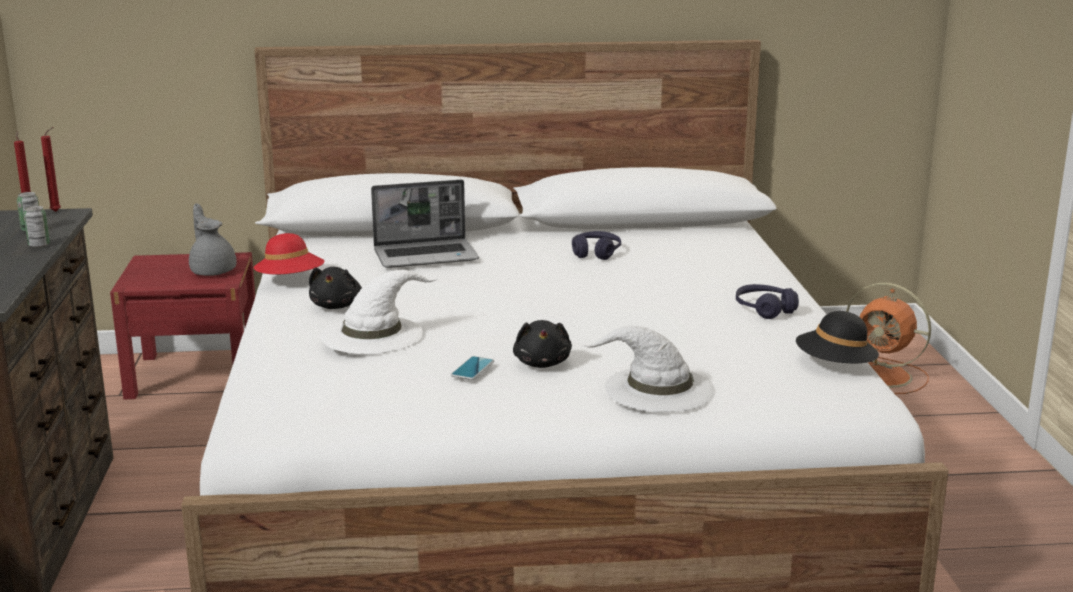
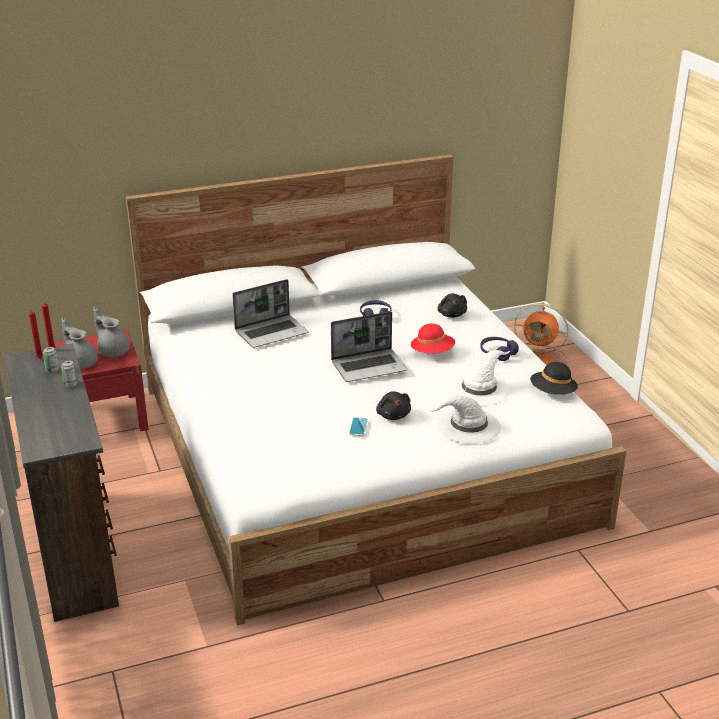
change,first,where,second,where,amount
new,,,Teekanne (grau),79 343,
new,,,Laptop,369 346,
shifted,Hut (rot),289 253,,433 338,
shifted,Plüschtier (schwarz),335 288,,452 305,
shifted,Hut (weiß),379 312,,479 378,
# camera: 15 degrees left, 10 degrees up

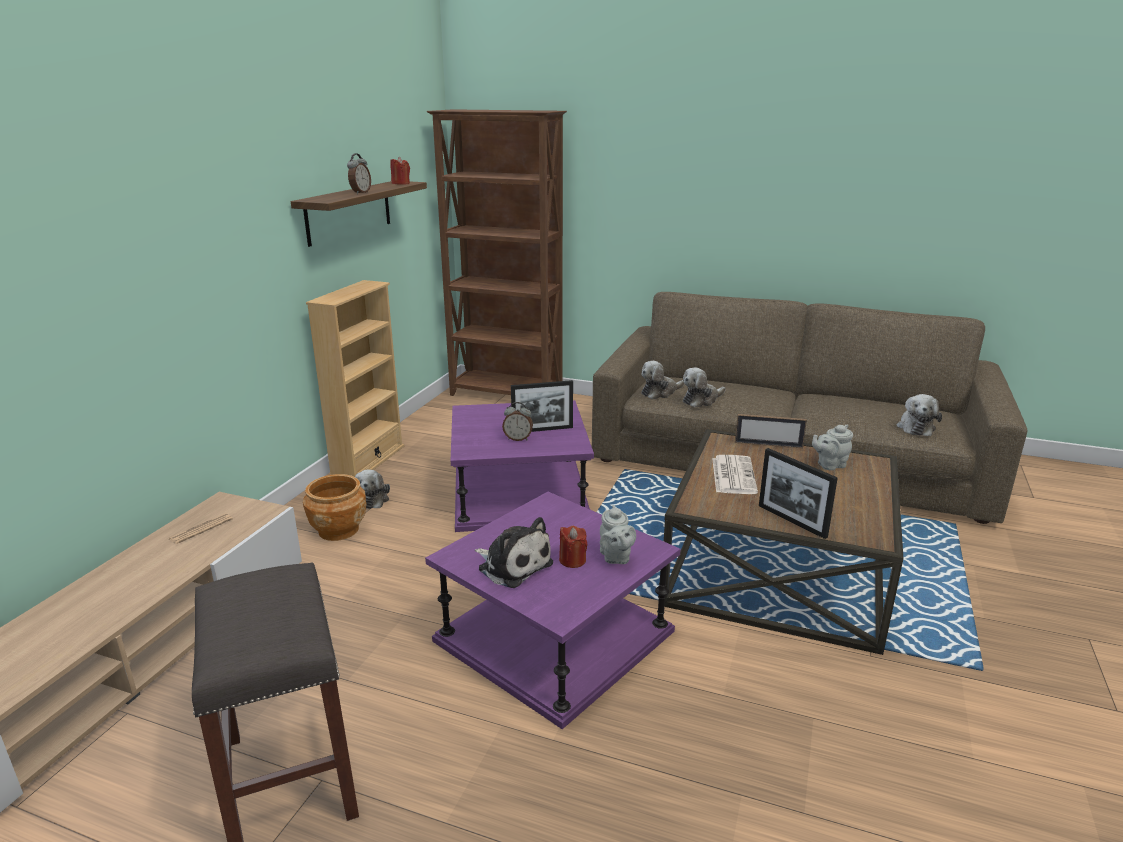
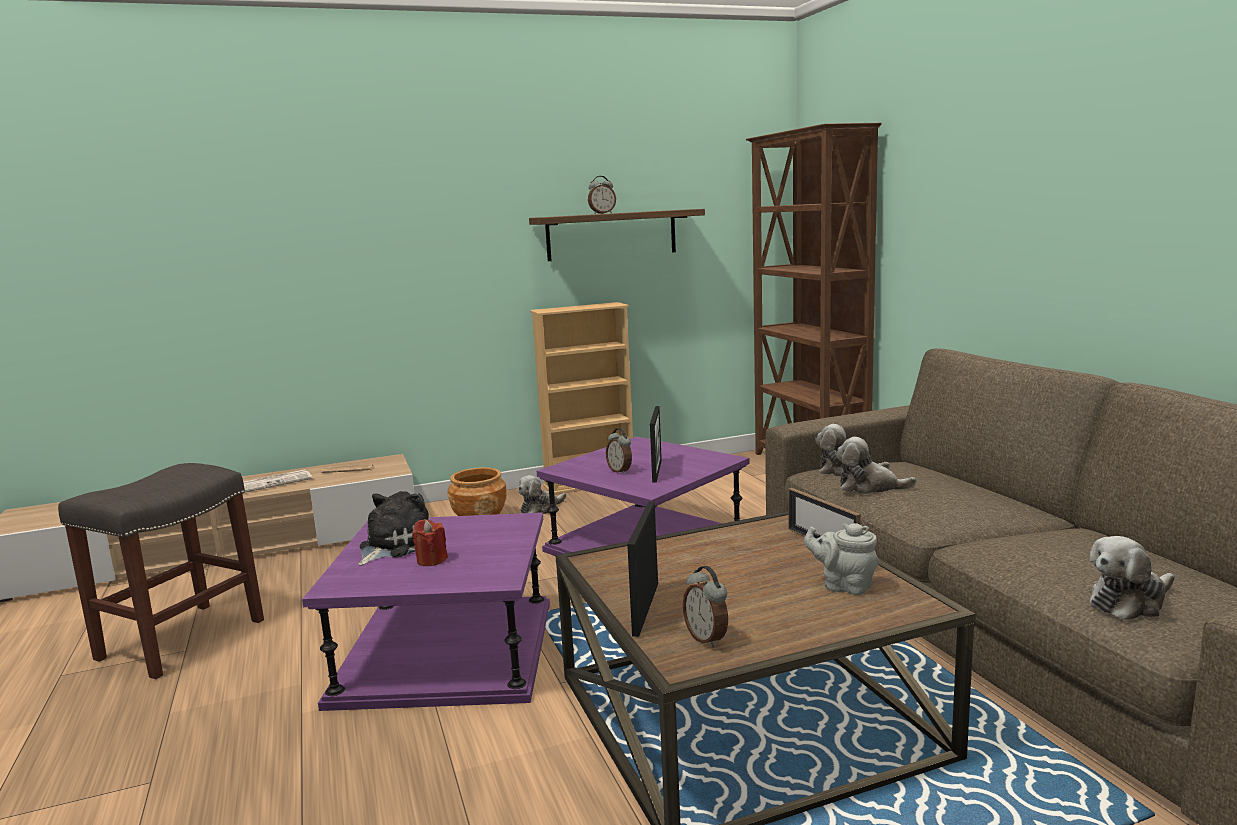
change,first,where,second,where,amount
gone,Kerze (rot),400 171,,,
gone,Teekanne (grau),618 534,,,
new,,,Wecker,705 607,
shifted,Zeitung,735 474,,277 480,
rotated,Plüschtier,514 552,,393 528,150 degrees counterclockwise
rotated,Bilderrahmen,542 406,,656 444,120 degrees counterclockwise
# camera: 50 degrees right, 10 degrees down

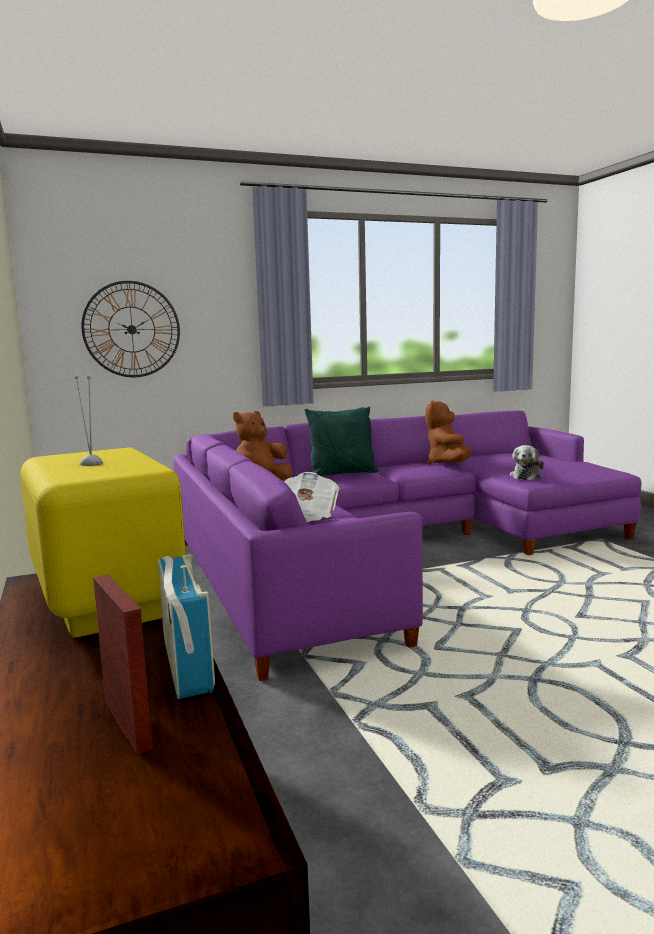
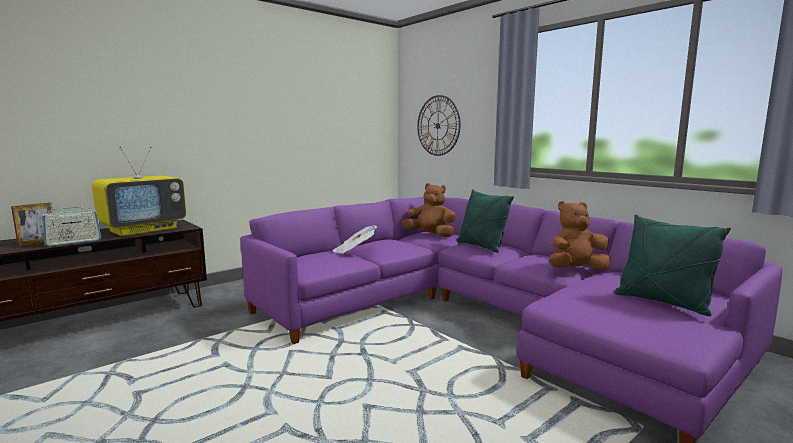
change,first,where,second,where,amount
gone,Plüschtier,527 462,,,
new,,,Kissen (grün),672 265,
# camera: 70 degrees right, 0 degrees up

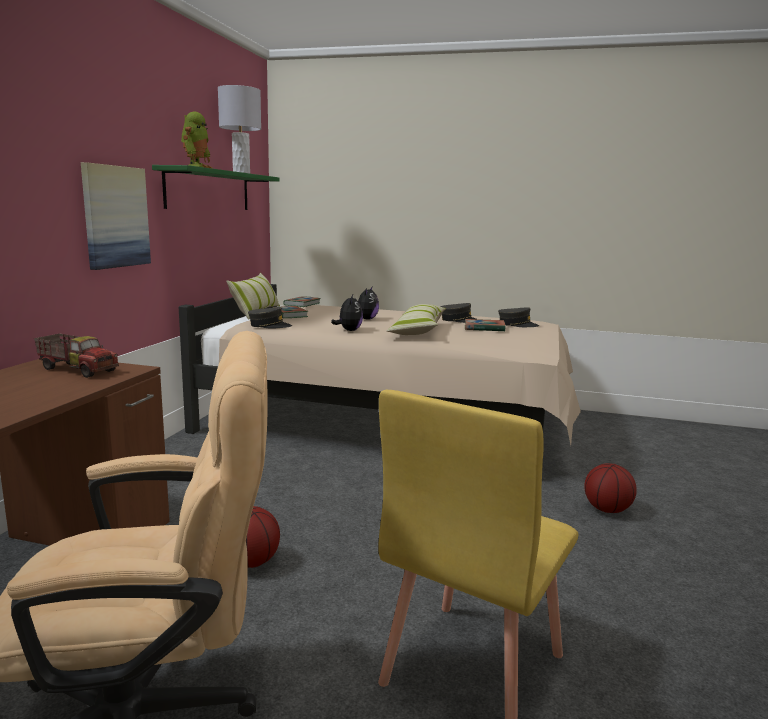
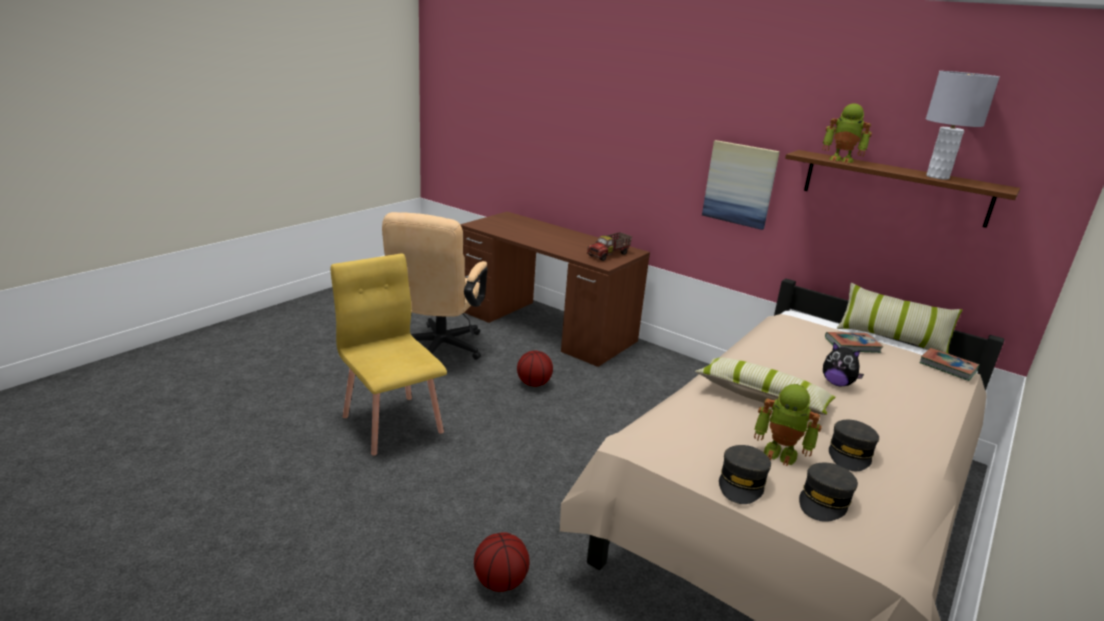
change,first,where,second,where,amount
gone,Plüschtier,347 313,,,
shifted,Kappe (grau),270 318,,745 474,
swapped,Buch,485 325,Spielzeugroboter,788 425,
repainted,Wandregal (grün),216 187,Wandregal (braun),902 189,
# camera: 110 degrees right, 10 degrees up

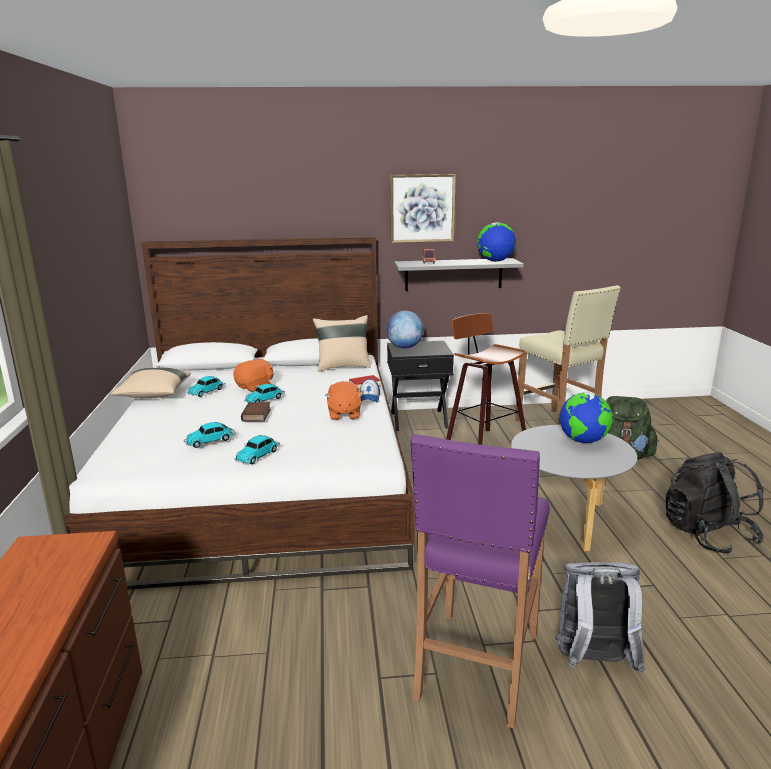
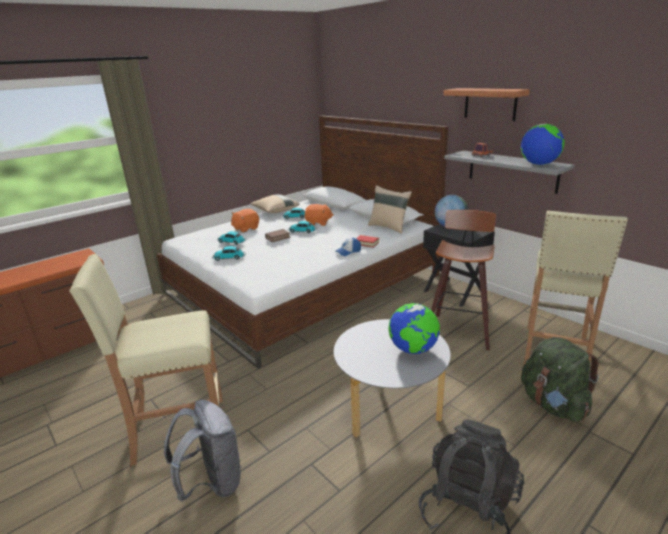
change,first,where,second,where,amount
shifted,Plüschtier (orange),344 400,,245 220,
swapped,Bild,423 208,Wandregal,486 104,
repainted,Hocker (lila),480 581,Hocker (beige),146 360,
# camera: 55 degrees right, 5 degrees up

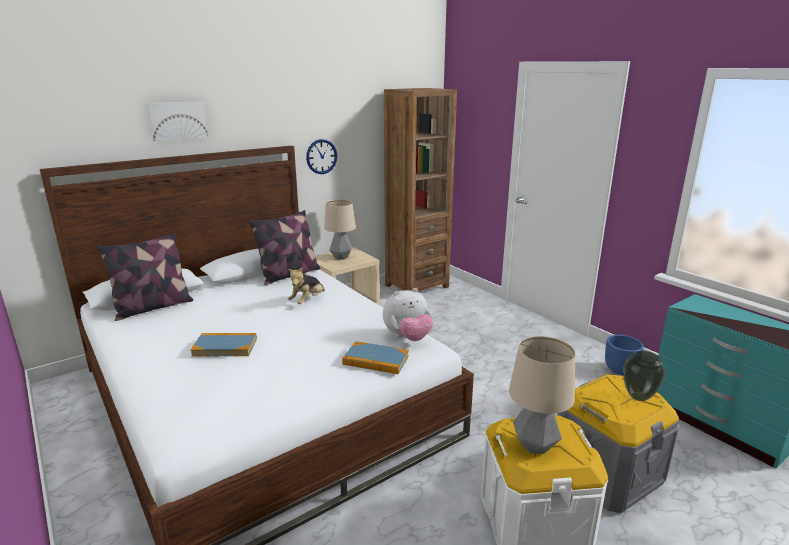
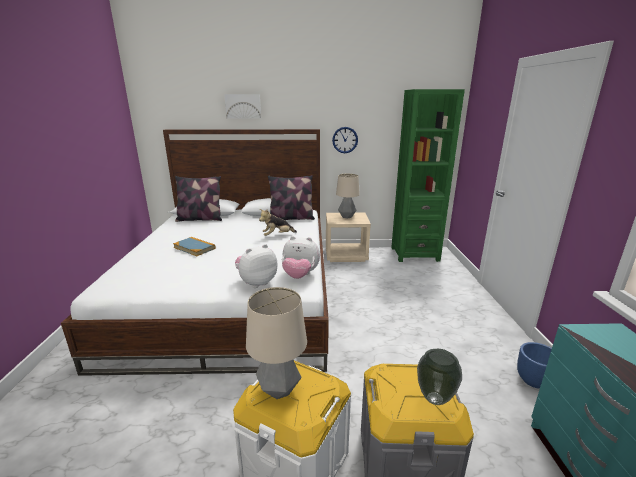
change,first,where,second,where,amount
swapped,Buch,375 358,Plüschtier,256 266,
repainted,Bücherregal (braun),420 190,Bücherregal (grün),428 175,
# camera: 35 degrees right, 0 degrees up

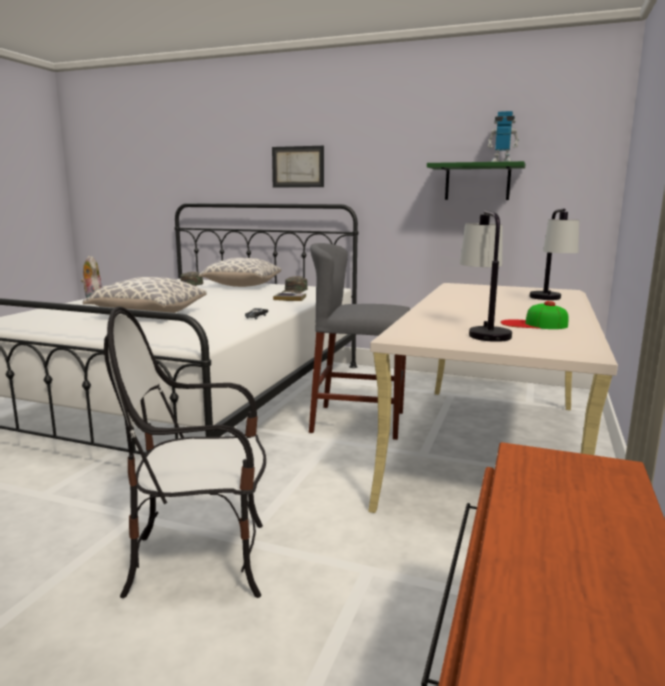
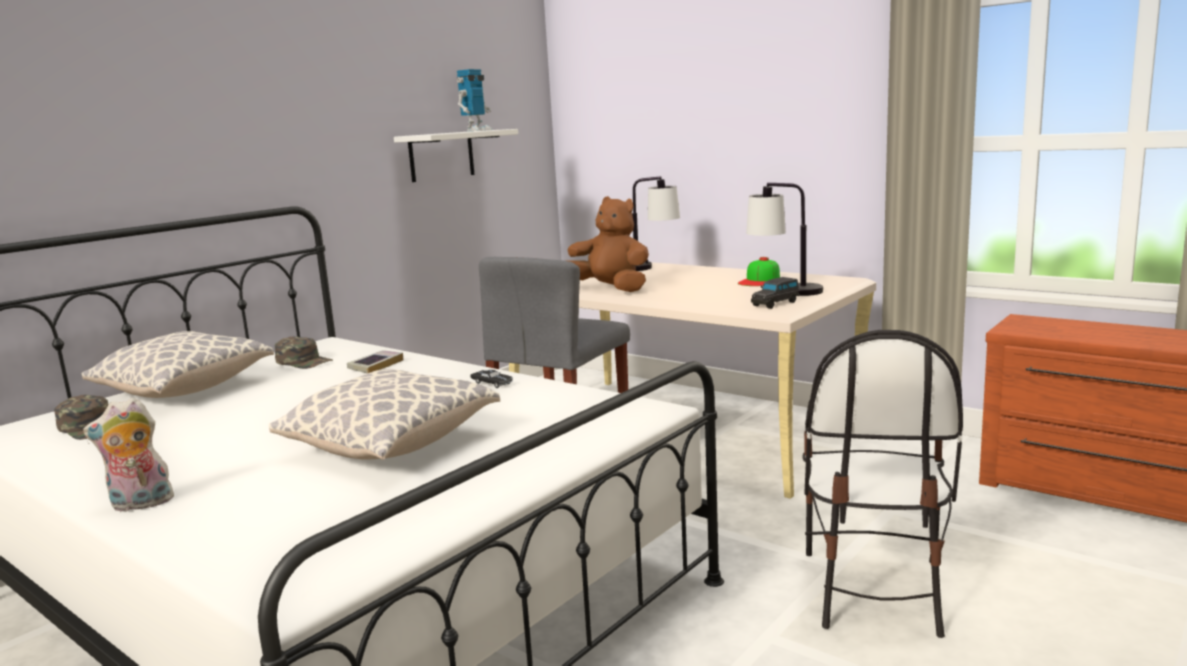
change,first,where,second,where,amount
gone,Bild,298 166,,,
new,,,Plüschtier (braun),606 244,
new,,,Spielzeugauto (schwarz),775 293,
repainted,Wandregal (grün),476 180,Wandregal (weiß),456 155,
# camera: 70 degrees left, 0 degrees up

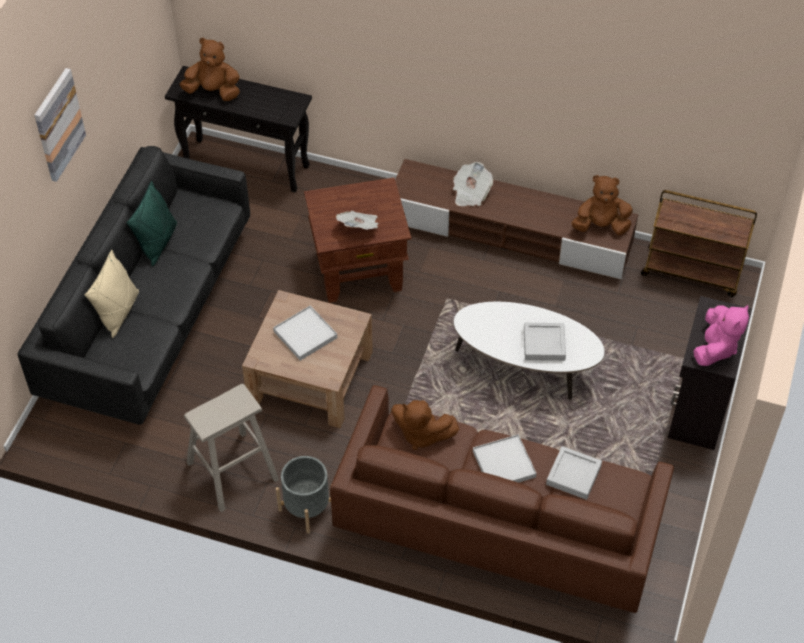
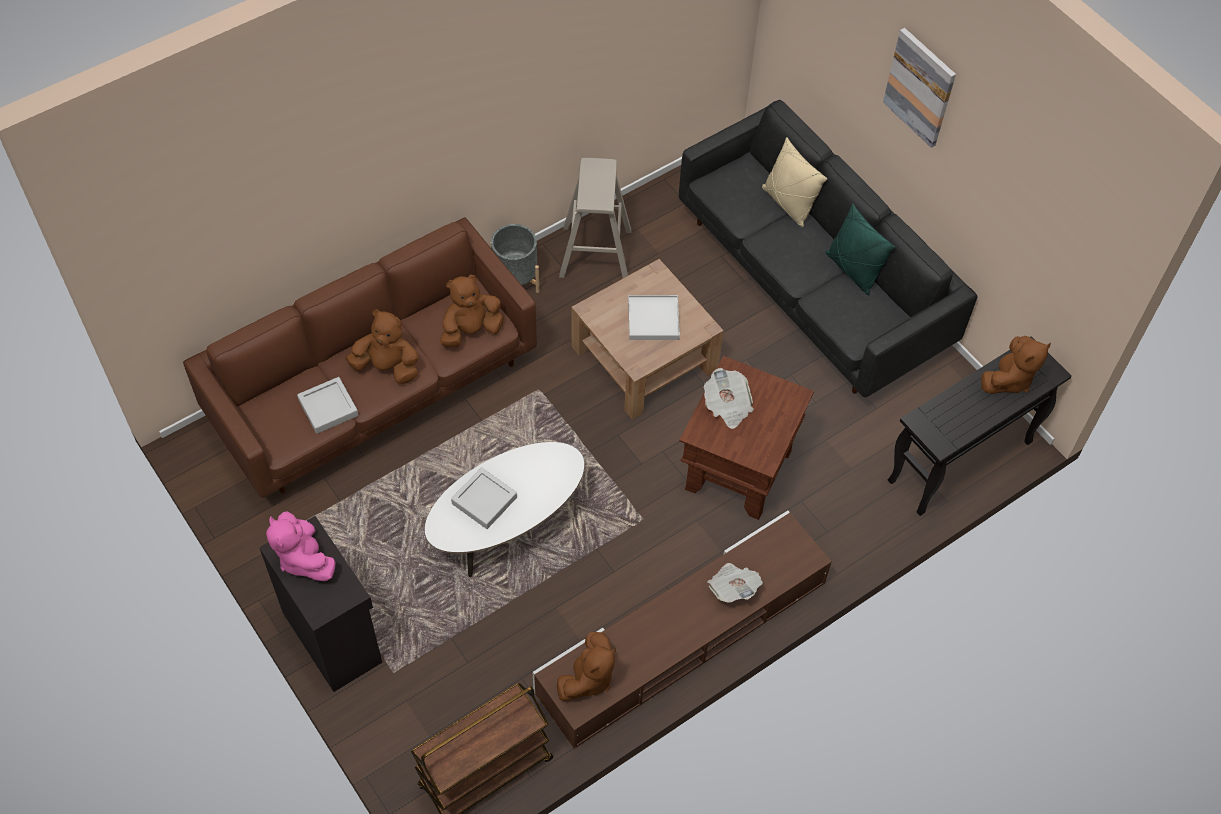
change,first,where,second,where,amount
swapped,Tablett (weiß),505 458,Plüschtier (braun),382 347,
# camera: 125 degrees right, 5 degrees up

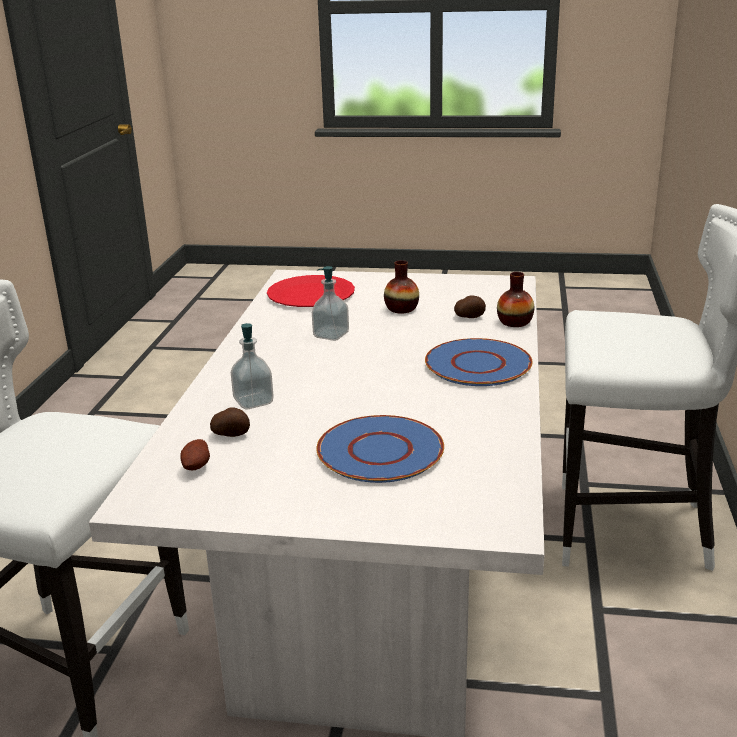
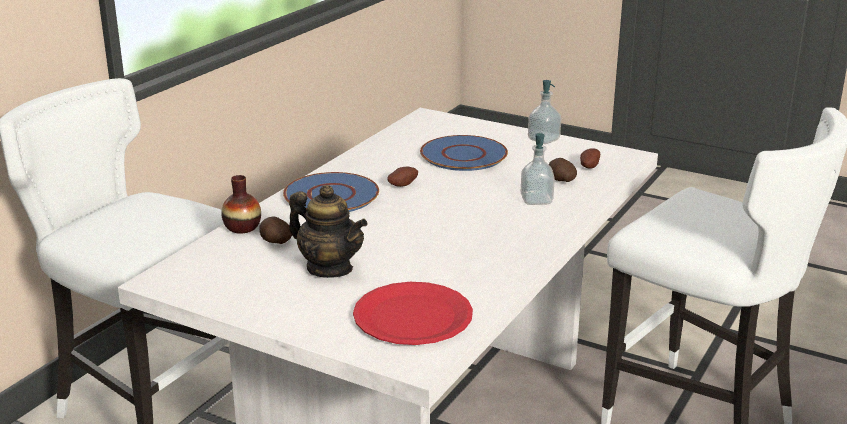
change,first,where,second,where,amount
new,,,Kartoffel,402 177,
shifted,Seifenspender,330 303,,544 112,
swapped,Vase,401 287,Teekanne,328 231,
# camera: 160 degrees left, 0 degrees up

